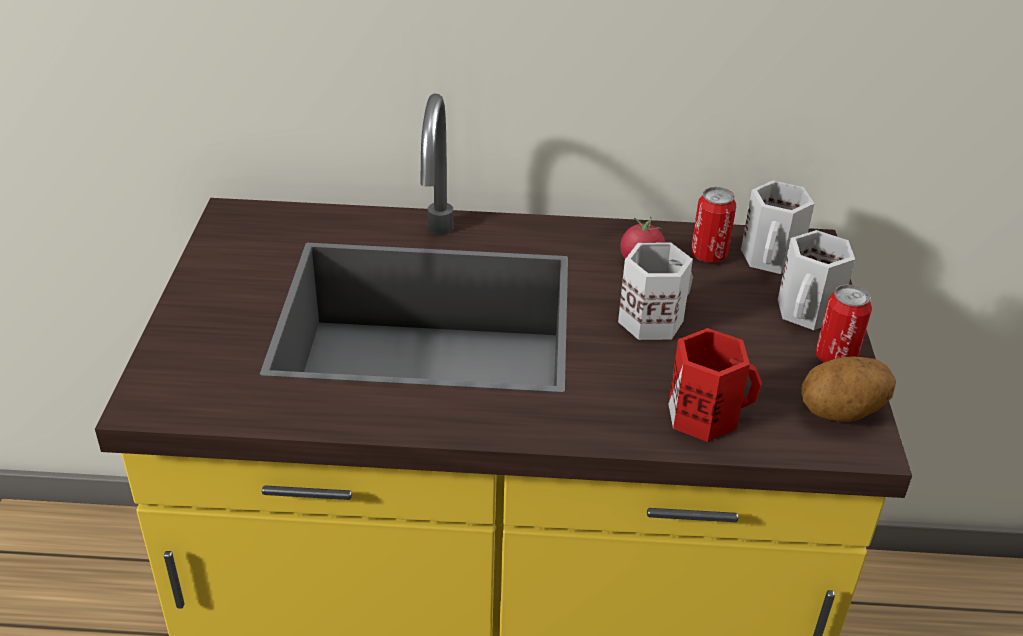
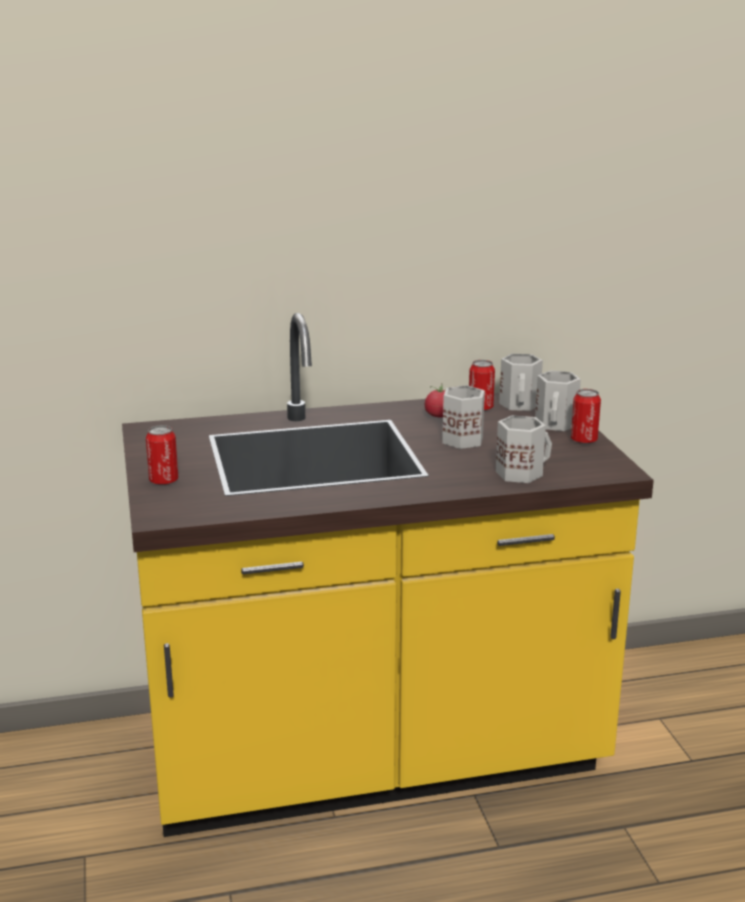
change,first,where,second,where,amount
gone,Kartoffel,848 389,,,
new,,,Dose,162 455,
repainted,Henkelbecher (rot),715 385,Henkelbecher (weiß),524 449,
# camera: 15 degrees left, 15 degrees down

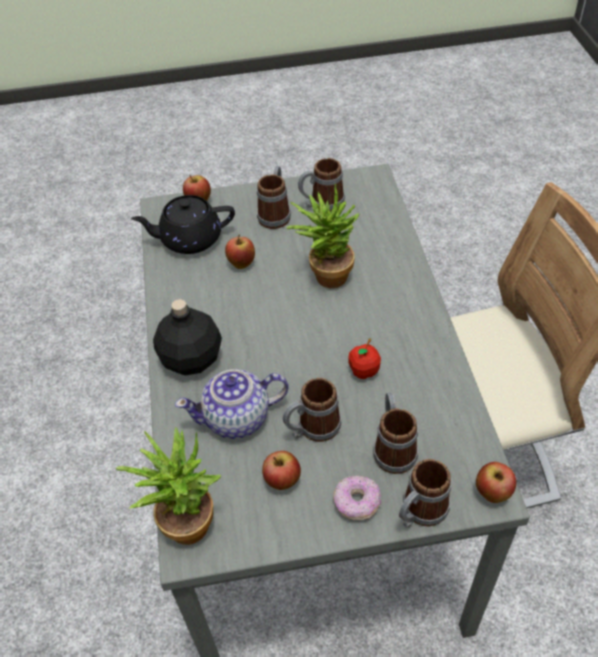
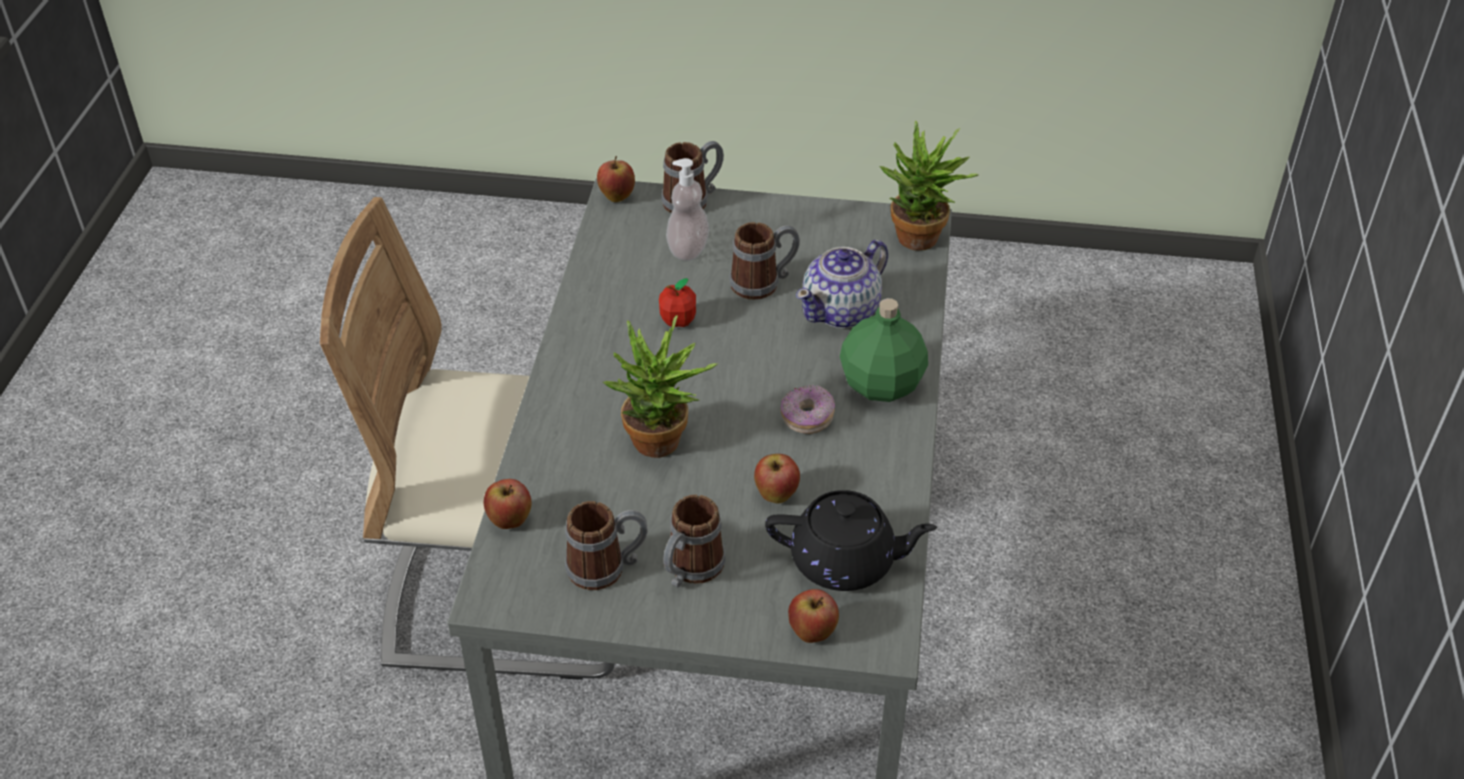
change,first,where,second,where,amount
shifted,Apfel,281 470,,508 504,
shifted,Donut,357 497,,808 409,
swapped,Henkelbecher,395 433,Seifenspender,687 209,
repainted,Flasche (schwarz),187 337,Flasche (grün),884 350,
rotated,Teekanne,232 404,,842 284,135 degrees clockwise
# camera: 165 degrees left, 5 degrees down

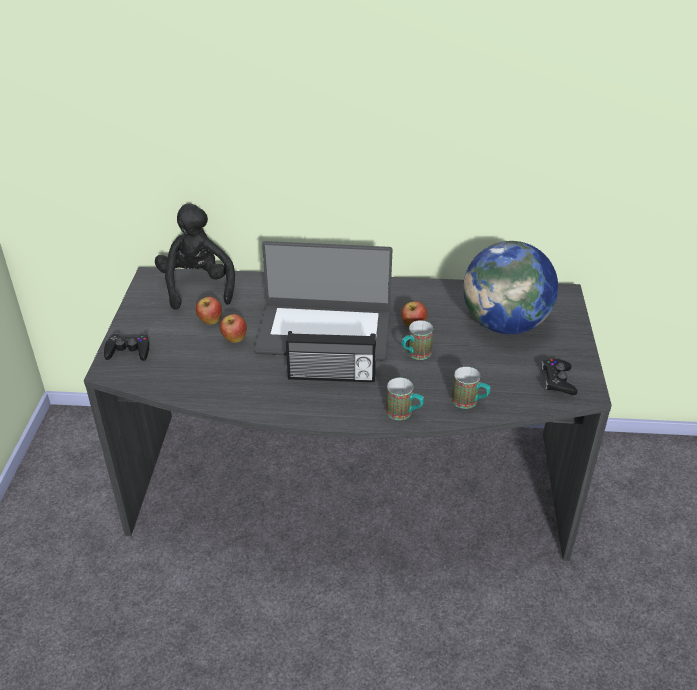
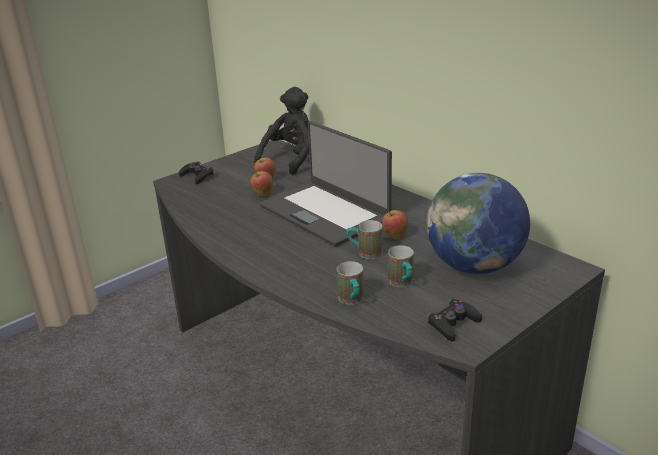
change,first,where,second,where,amount
gone,Radio,331 356,,,
shifted,Henkelbecher,405 399,,401 266,
# camera: 45 degrees right, 10 degrees down

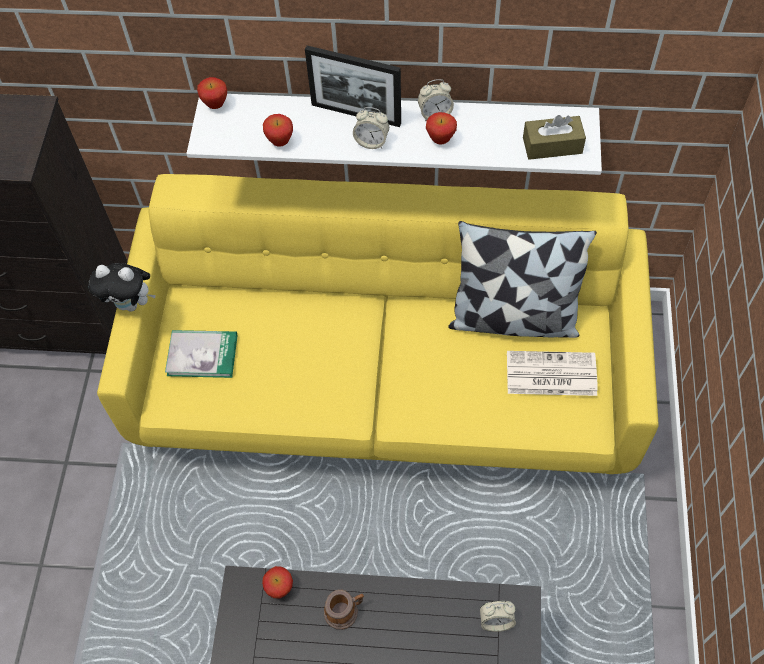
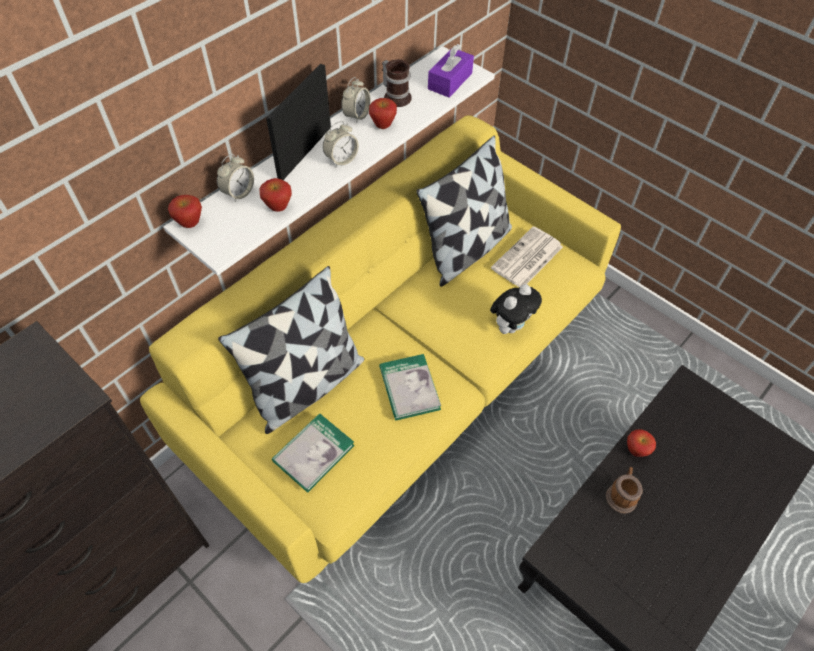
change,first,where,second,where,amount
new,,,Kissen,291 350,
new,,,Buch,410 387,
new,,,Henkelbecher,397 83,
shifted,Plüschtier,122 287,,516 309,
shifted,Apfel,277 582,,641 443,
shifted,Wecker,498 616,,235 178,
repainted,Taschentuchbox (braun),554 137,Taschentuchbox (lila),451 71,
rotated,Bilderrahmen,353 86,,298 122,150 degrees clockwise
# camera: 55 degrees left, 5 degrees down

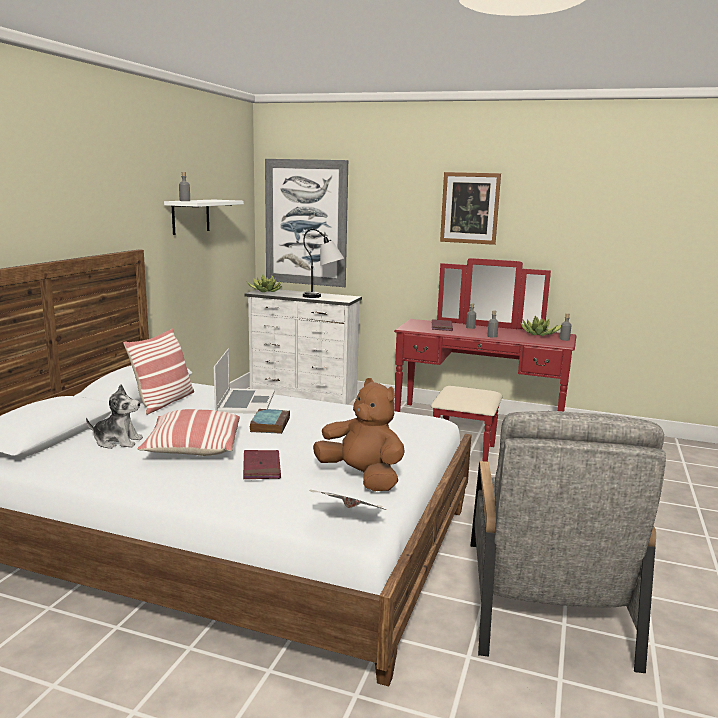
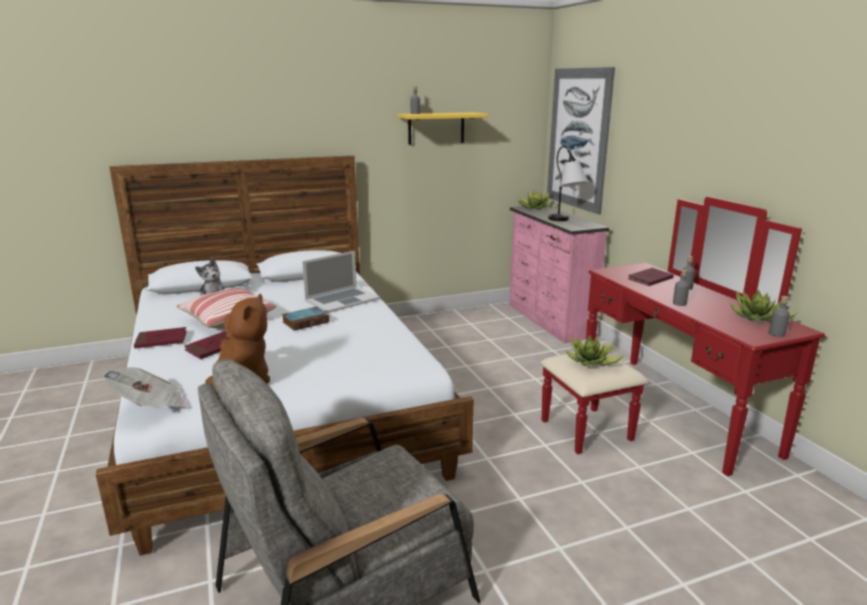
change,first,where,second,where,amount
gone,Kissen,158 371,,,
gone,Bild,470 208,,,
new,,,Buch (rot),160 338,
new,,,Topfpflanze,594 350,
repainted,Wandregal (weiß),204 217,Wandregal (gelb),442 128,
repainted,Kommode (weiß),303 347,Kommode (rosa),559 275,
# camera: 50 degrees right, 5 degrees up

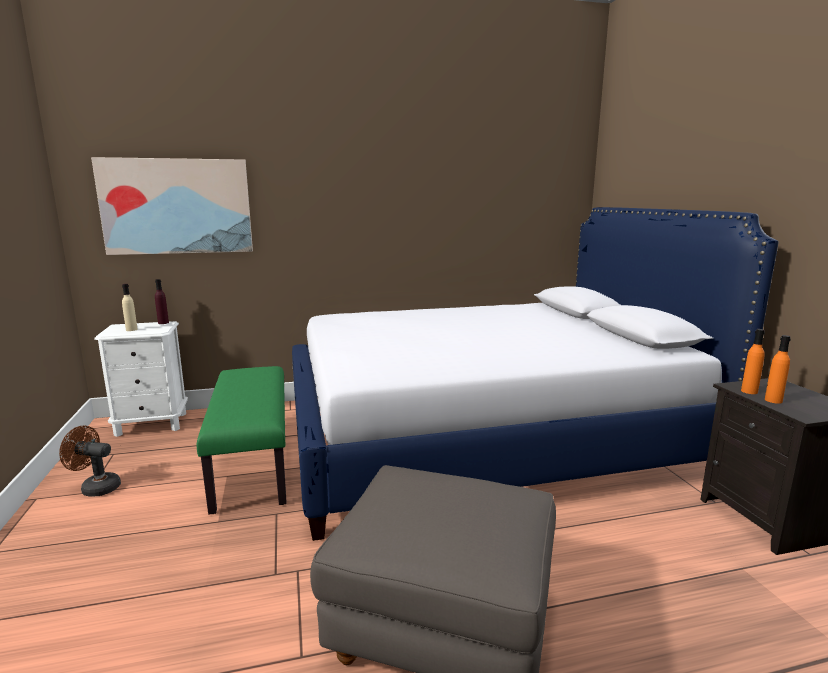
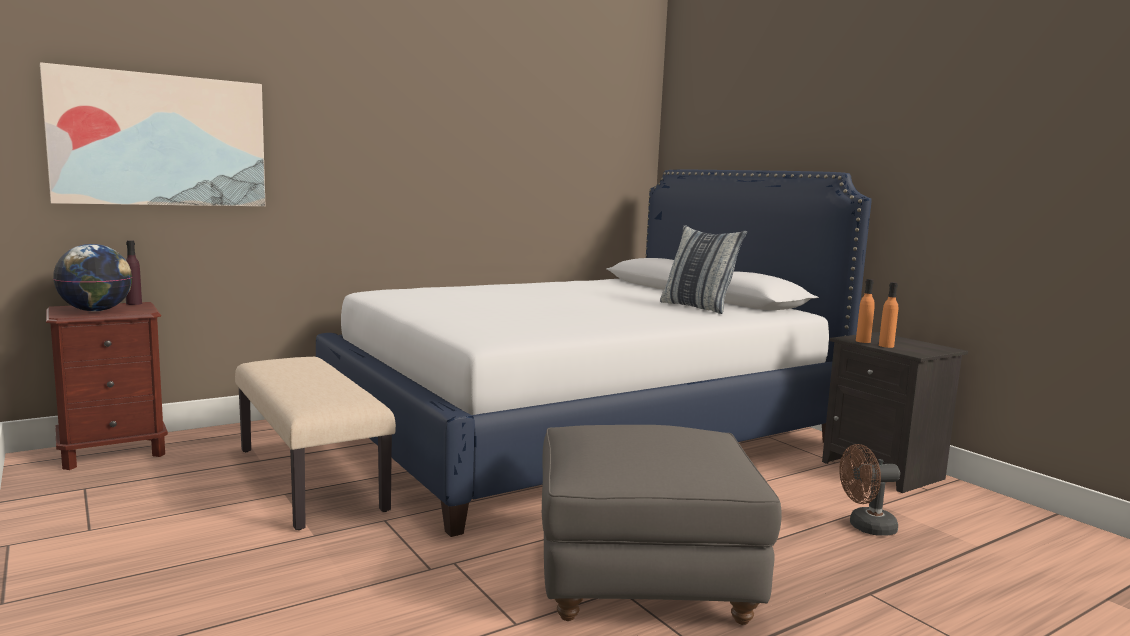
change,first,where,second,where,amount
new,,,Kissen,703 269,
shifted,Ventilator (braun),90 461,,869 490,
swapped,Flasche (beige),130 307,Globus,93 277,
repainted,Nachttisch (weiß),141 379,Nachttisch (braun),107 386,
repainted,Bank (grün),241 440,Bank (beige),315 443,
# camera: 20 degrees left, 5 degrees down

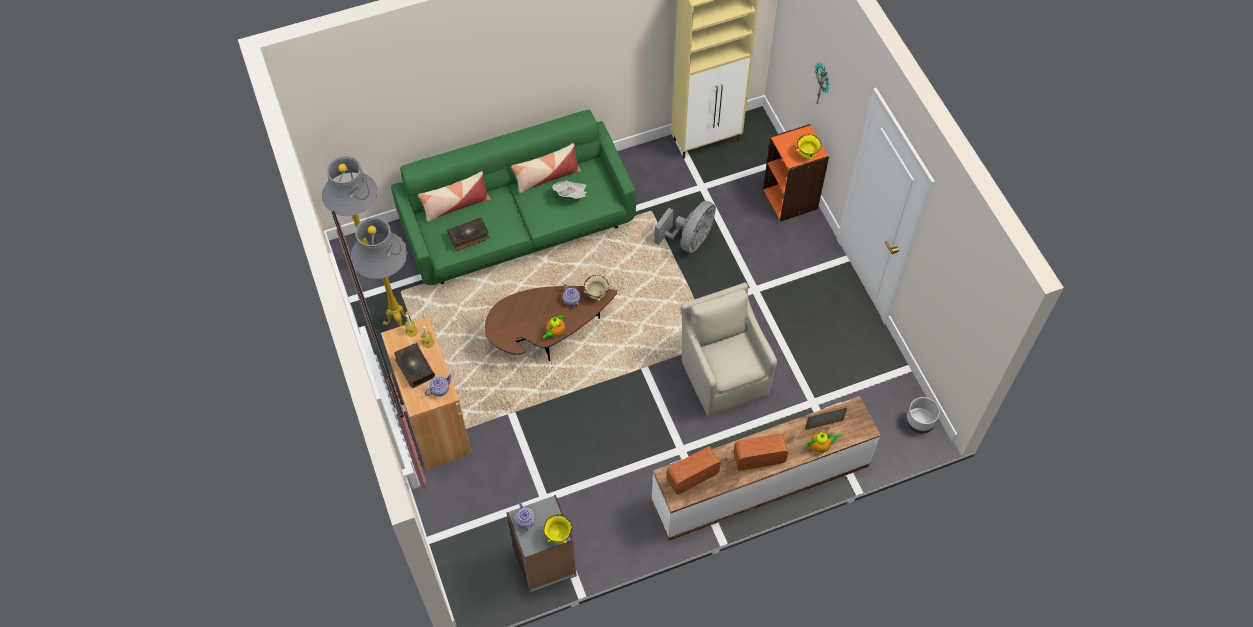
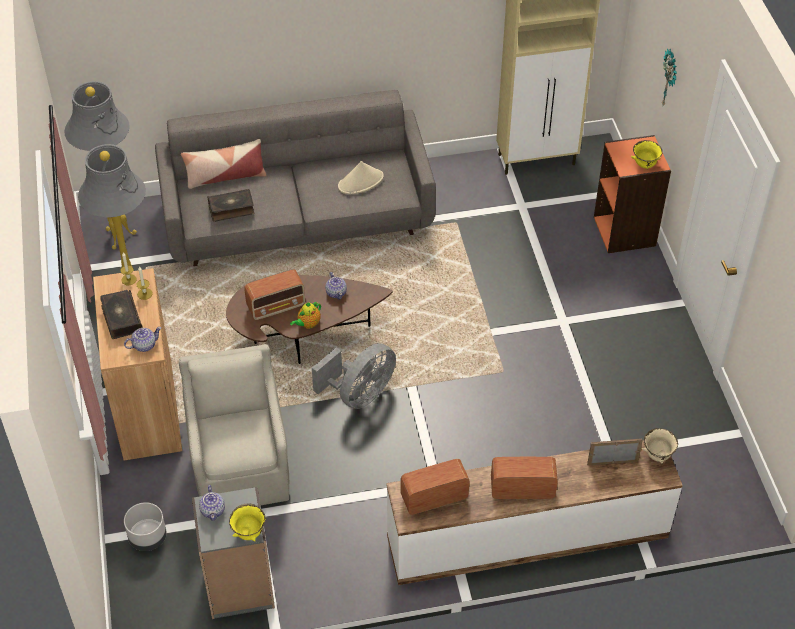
change,first,where,second,where,amount
gone,Kissen,546 168,,,
gone,Teekanne,824 442,,,
new,,,Radio,274 294,
shifted,Schüssel (beige),596 288,,660 446,
shifted,Ventilator (grau),685 227,,354 376,
shifted,Sessel (beige),729 350,,234 424,
shifted,Pflanzkübel (grau),923 415,,145 526,
swapped,Zeitung,569 189,Hut (beige),361 177,
repainted,Sofa (grün),513 197,Sofa (grau),295 178,
# camera: 10 degrees right, 10 degrees down

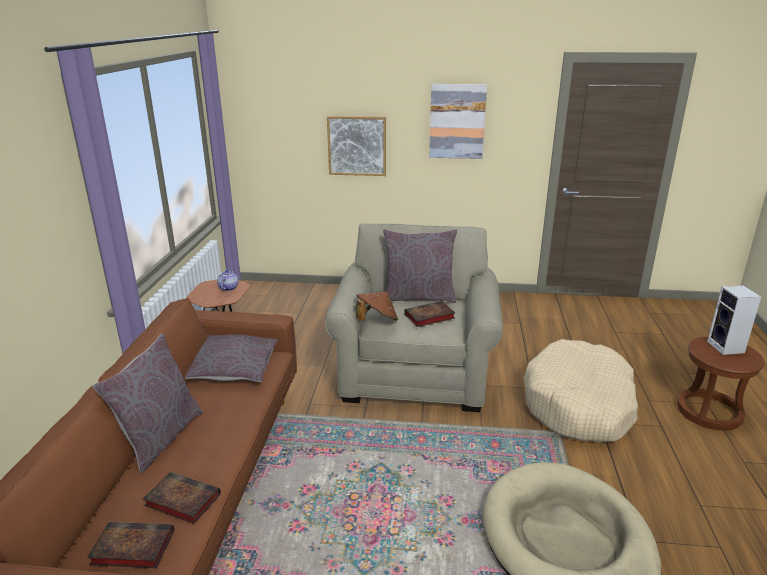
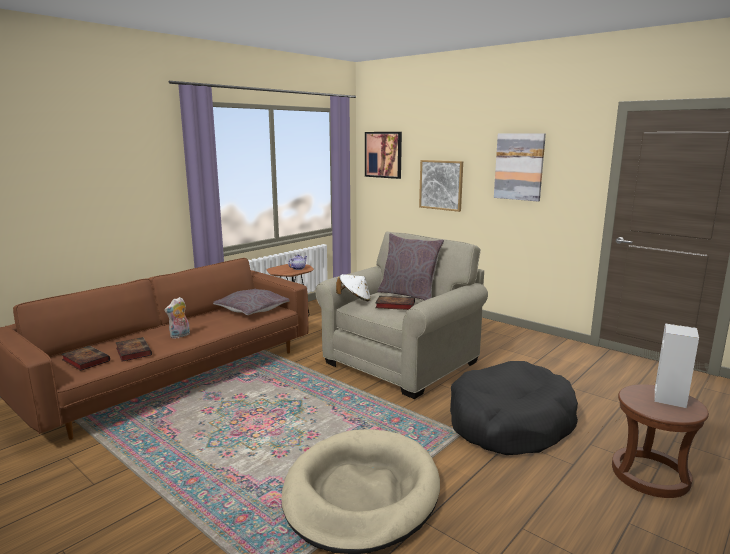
change,first,where,second,where,amount
gone,Kissen (grau),147 403,,,
new,,,Plüschtier,177 318,
new,,,Bild,383 155,
repainted,Hut (braun),377 306,Hut (weiß),353 287,
repainted,Hundebett (beige),581 391,Hundebett (schwarz),514 408,
# camera: 35 degrees right, 10 degrees down

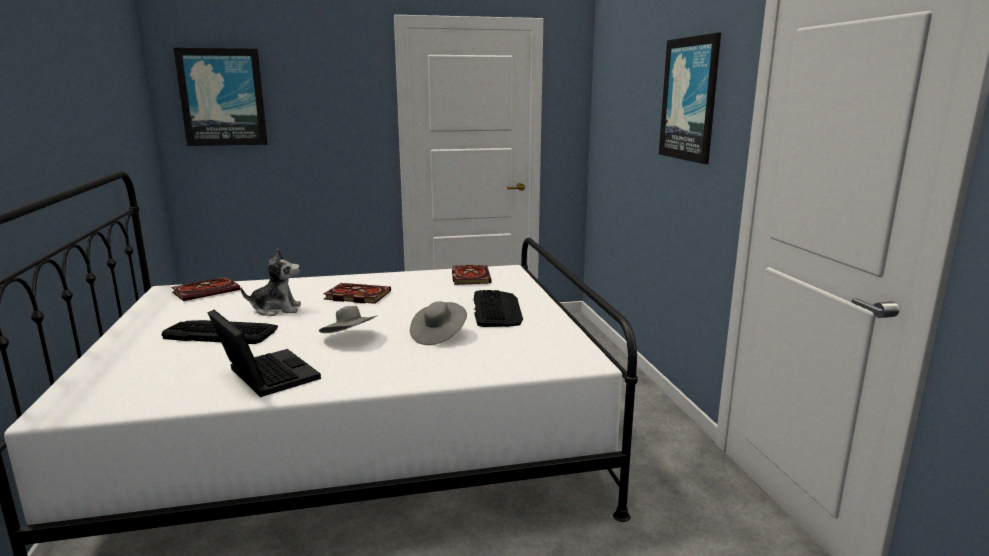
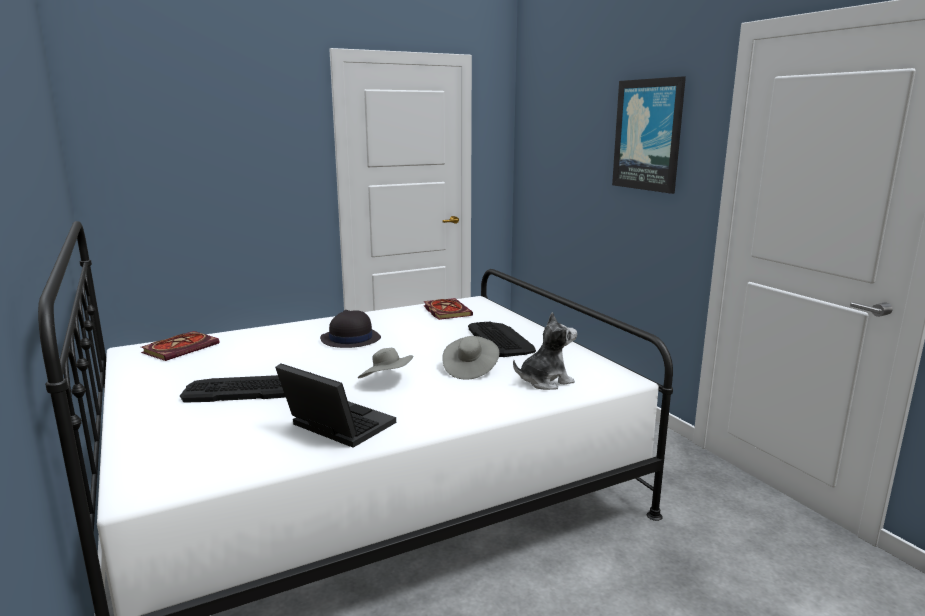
change,first,where,second,where,amount
gone,Bild,221 97,,,
shifted,Plüschtier,271 282,,545 351,
swapped,Buch,357 293,Hut (schwarz),350 329,
# camera: 15 degrees left, 0 degrees up

